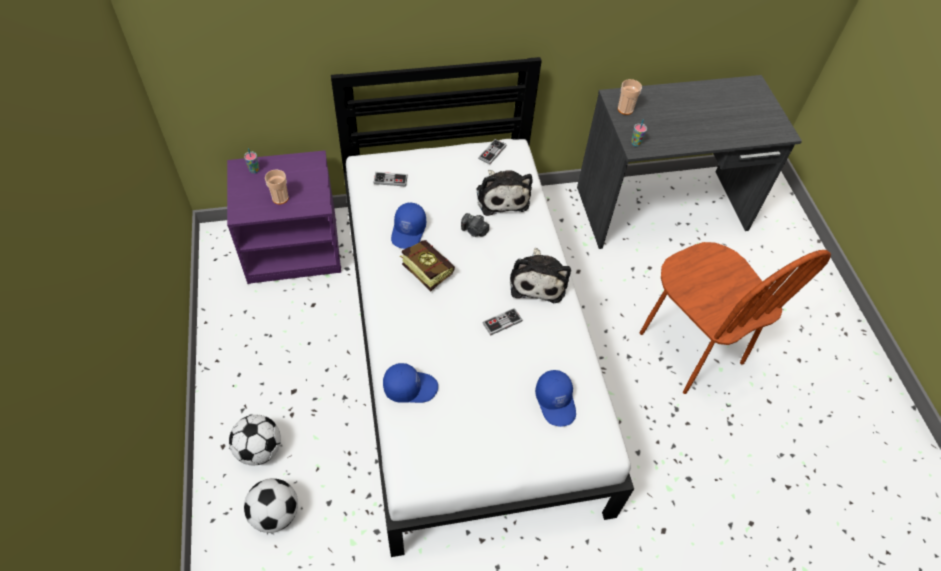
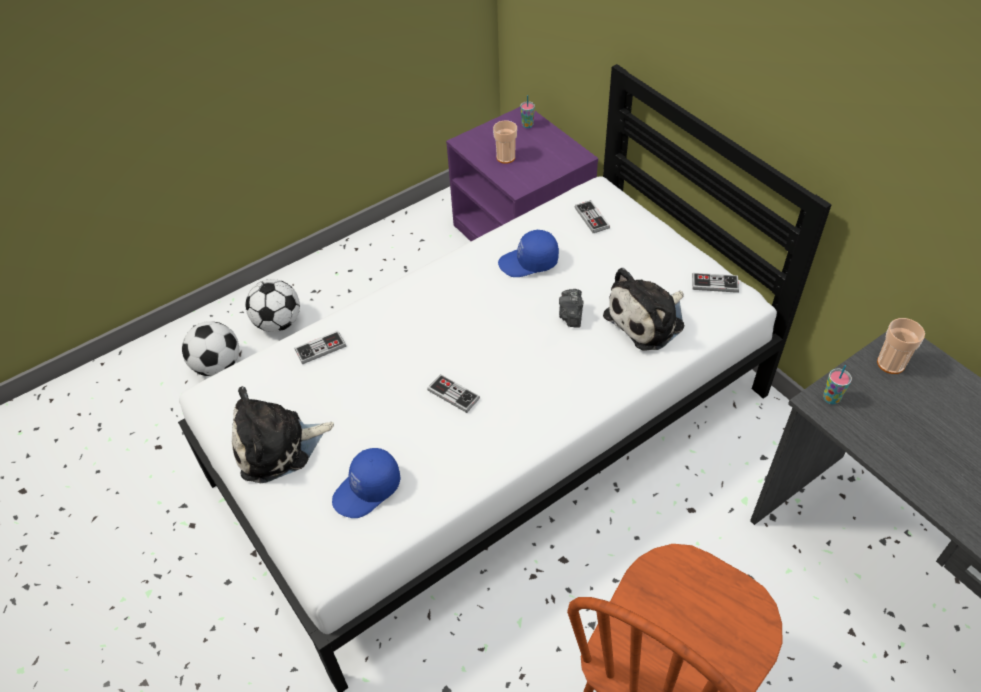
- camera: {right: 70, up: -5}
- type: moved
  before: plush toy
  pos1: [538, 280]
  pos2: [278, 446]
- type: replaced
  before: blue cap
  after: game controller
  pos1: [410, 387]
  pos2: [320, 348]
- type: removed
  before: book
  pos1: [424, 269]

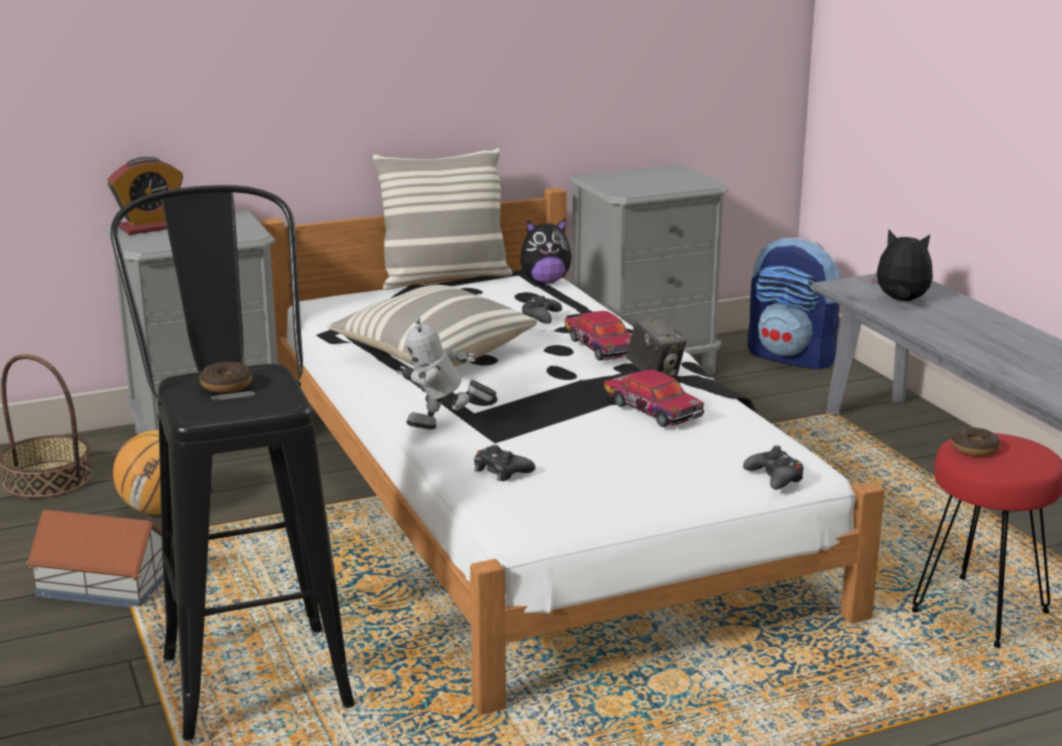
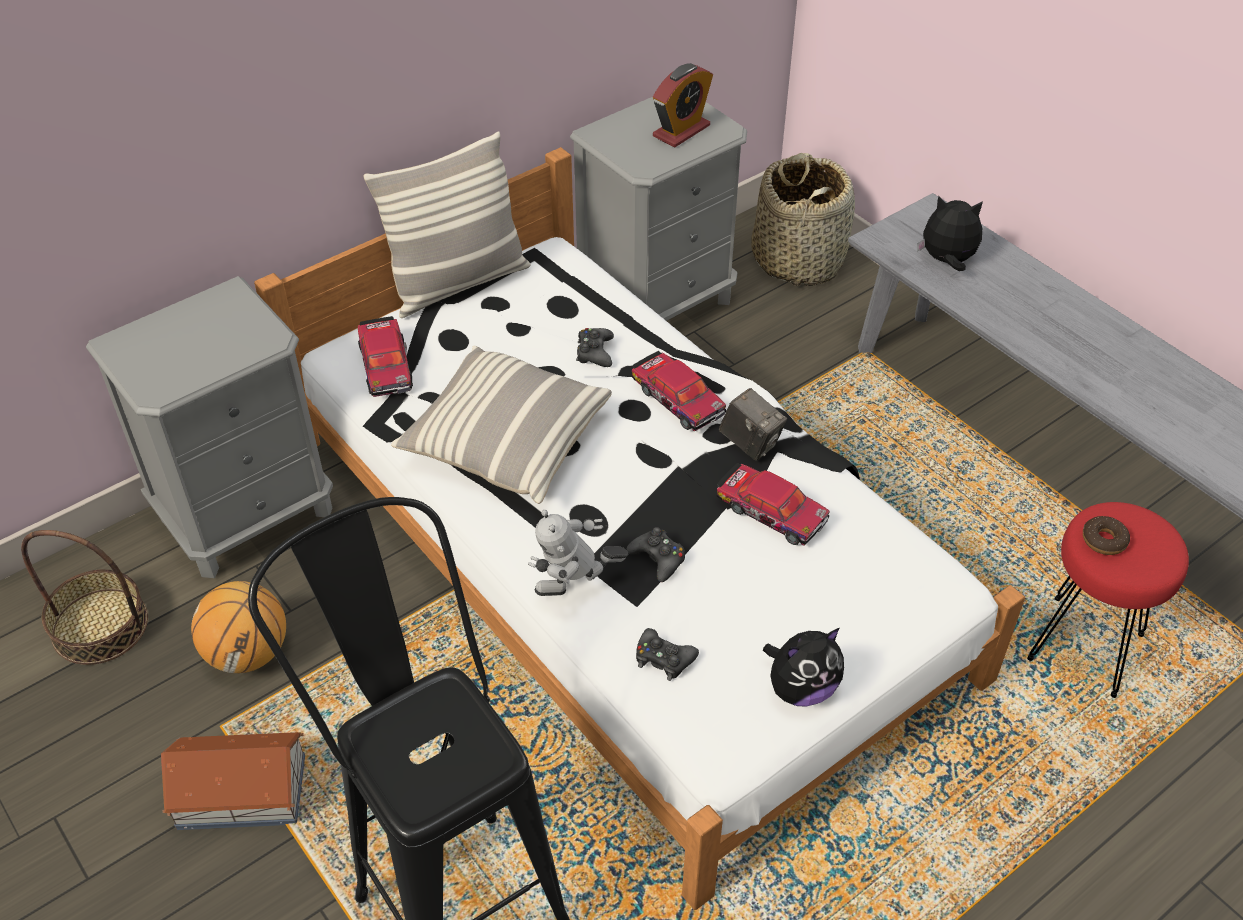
- camera: {right: -15, up: 25}
- type: added
  after: toy car
  pos2: [386, 365]
- type: moved
  before: black game controller
  pos1: [775, 477]
  pos2: [658, 559]
- type: moved
  before: alarm clock
  pos1: [150, 227]
  pos2: [681, 131]
- type: replaced
  before: backpack
  after: basket
  pos1: [793, 357]
  pos2: [798, 259]
- type: moved
  before: plush toy
  pos1: [545, 281]
  pos2: [801, 688]
- type: removed
  before: donut
  pos1: [226, 385]

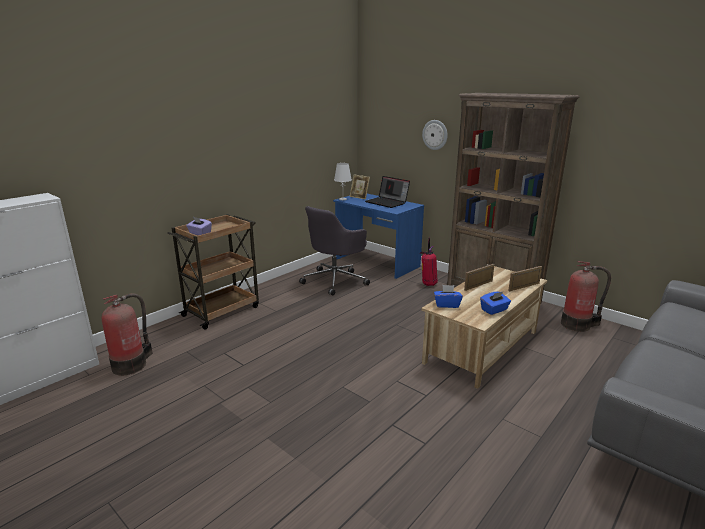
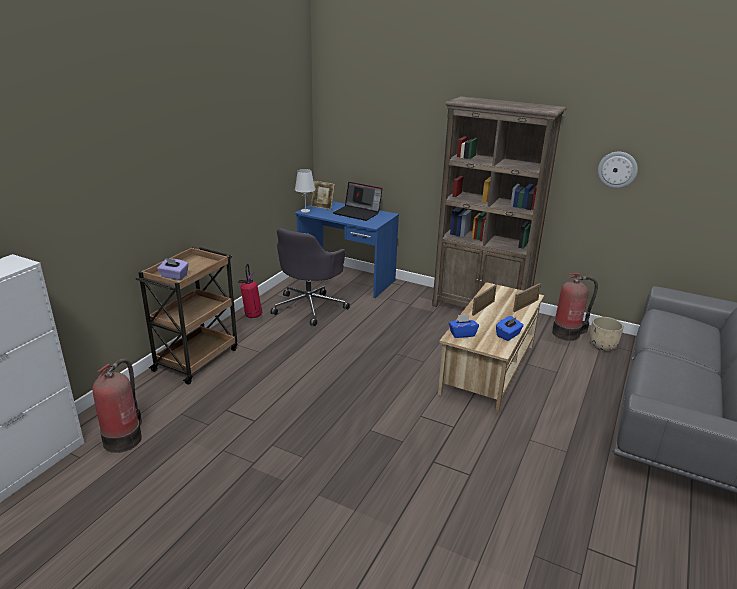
- camera: {right: -15, up: 5}
- type: moved
  before: fire extinguisher
  pos1: [428, 284]
  pos2: [252, 315]
- type: added
  after: beige planter
  pos2: [602, 345]
- type: moved
  before: wall clock
  pos1: [435, 135]
  pos2: [617, 169]

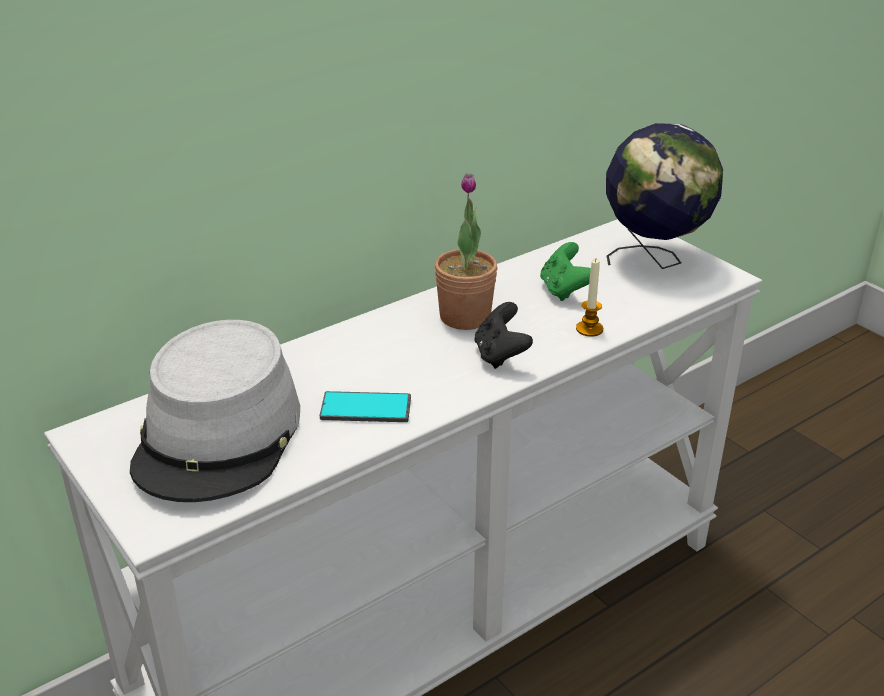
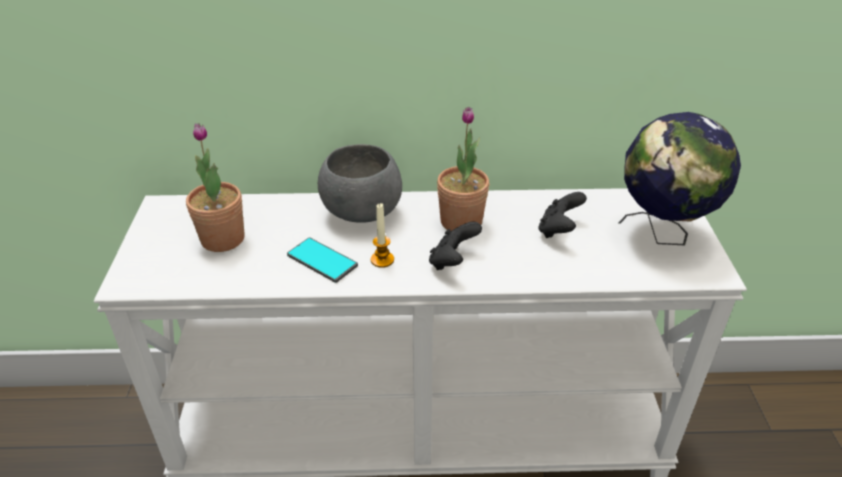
- camera: {right: 35, up: 5}
- type: replaced
  before: grey hat
  after: potted plant
  pos1: [219, 435]
  pos2: [223, 239]
- type: added
  after: grey bowl
  pos2: [362, 212]
- type: moved
  before: candle
  pos1: [589, 329]
  pos2: [382, 260]
- type: recoloured
  before: green game controller
  after: black game controller
  pos1: [564, 290]
  pos2: [558, 230]

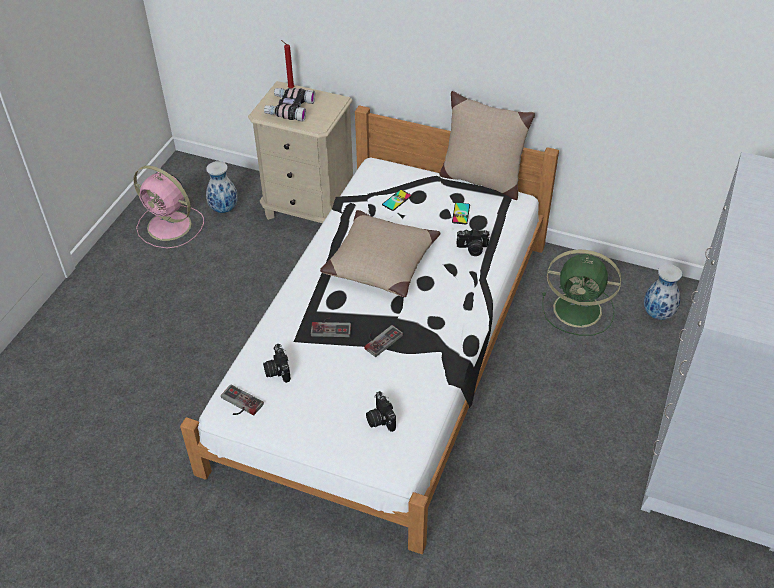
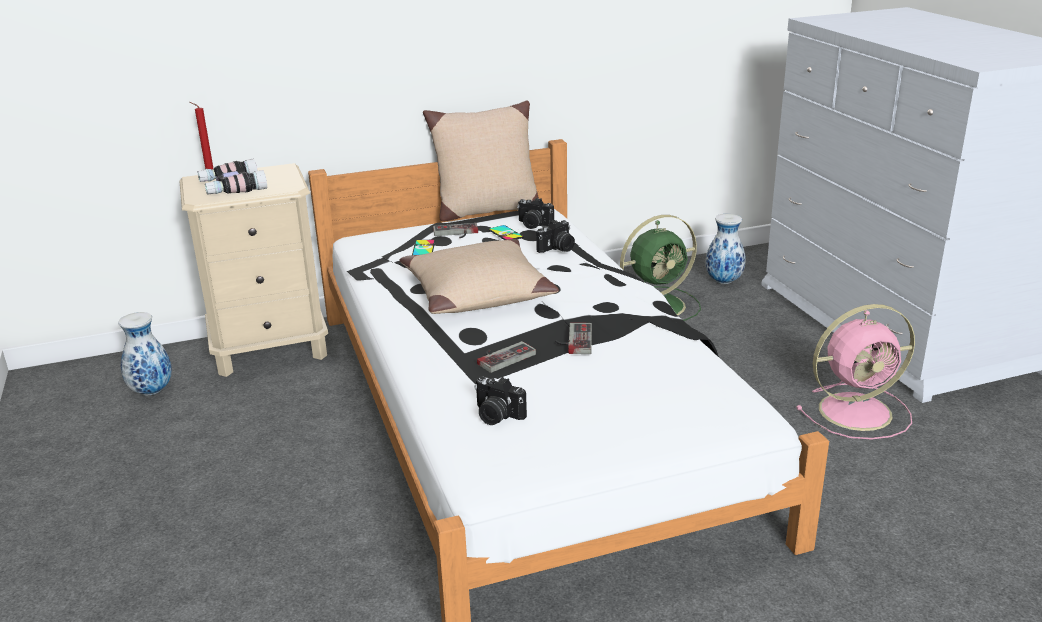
- camera: {right: -40, up: -20}
- type: moved
  before: game controller
  pos1: [239, 404]
  pos2: [456, 233]
- type: moved
  before: photo camera
  pos1: [380, 419]
  pos2: [533, 225]
- type: moved
  before: pink fan
  pos1: [171, 226]
  pos2: [858, 411]

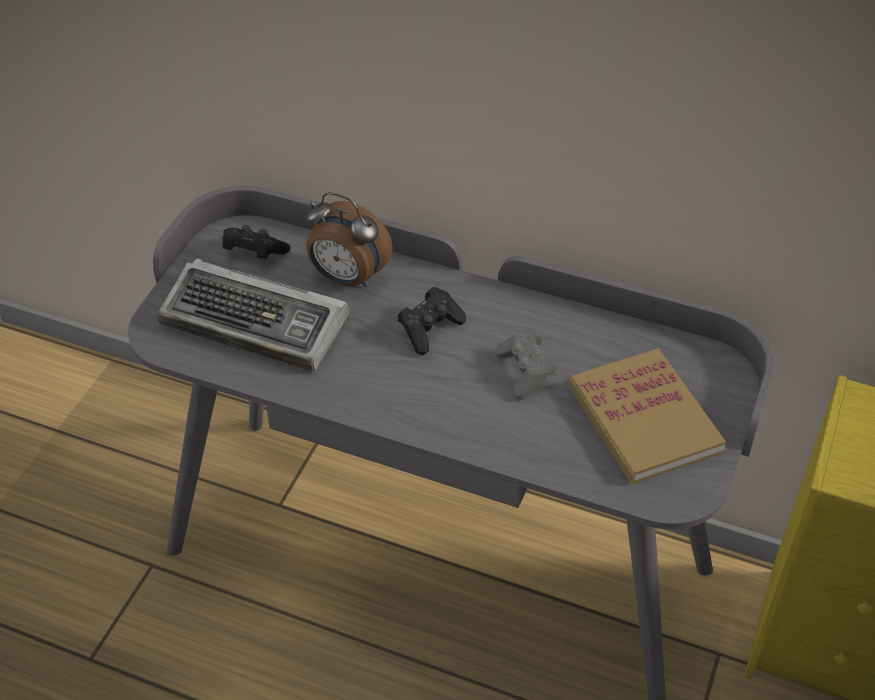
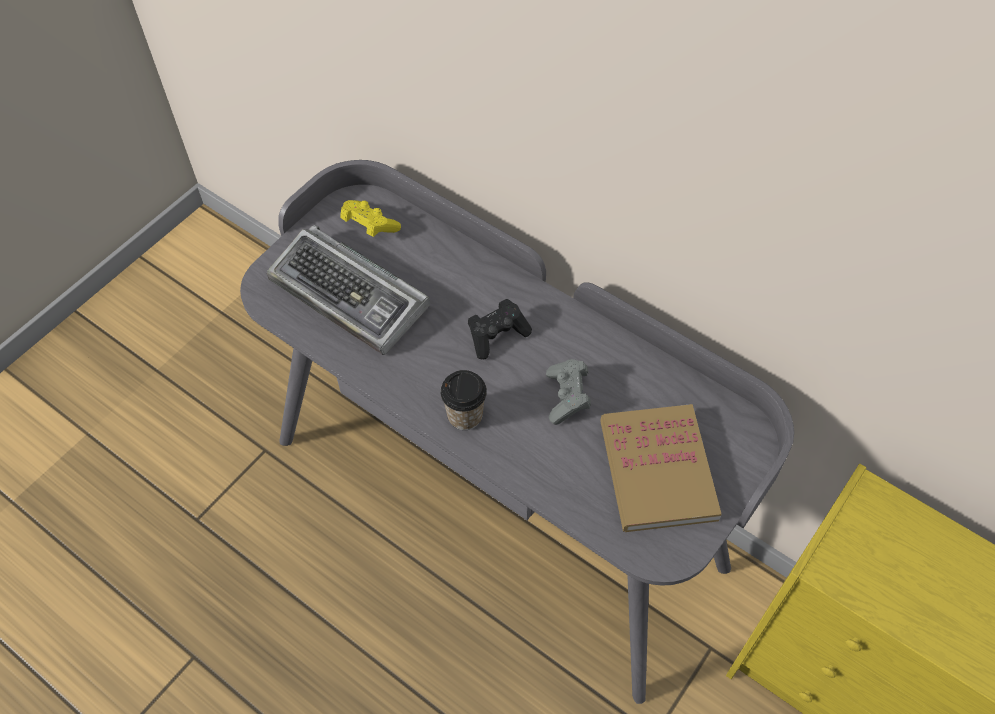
- camera: {right: 15, up: 10}
- type: recoloured
  before: black game controller
  after: yellow game controller
  pos1: [254, 254]
  pos2: [369, 226]
- type: added
  after: cup
  pos2: [465, 415]
- type: removed
  before: alarm clock
  pos1: [347, 278]

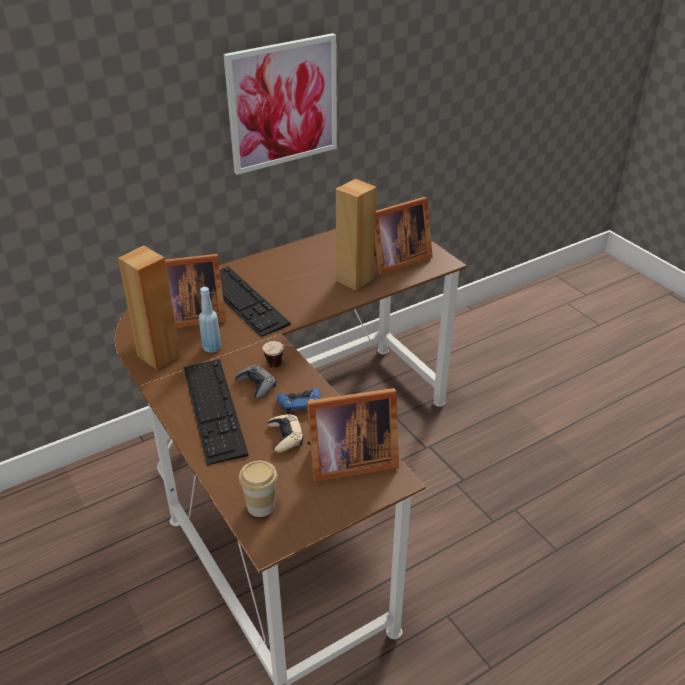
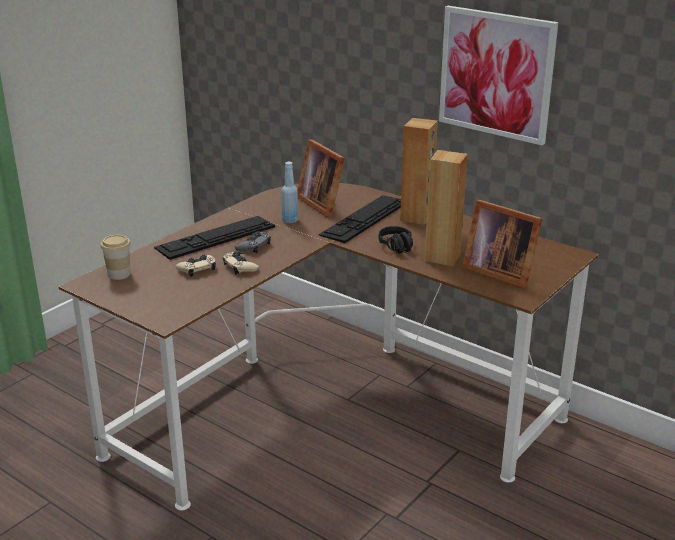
- camera: {right: 70, up: -10}
- type: recoloured
  before: blue game controller
  after: beige game controller
  pos1: [299, 403]
  pos2: [240, 266]
- type: added
  after: black headphones
  pos2: [399, 248]
- type: moved
  before: brown speaker
  pos1: [159, 356]
  pos2: [417, 217]
- type: removed
  before: cup
  pos1: [281, 366]
- type: removed
  before: picture frame
  pos1: [348, 461]

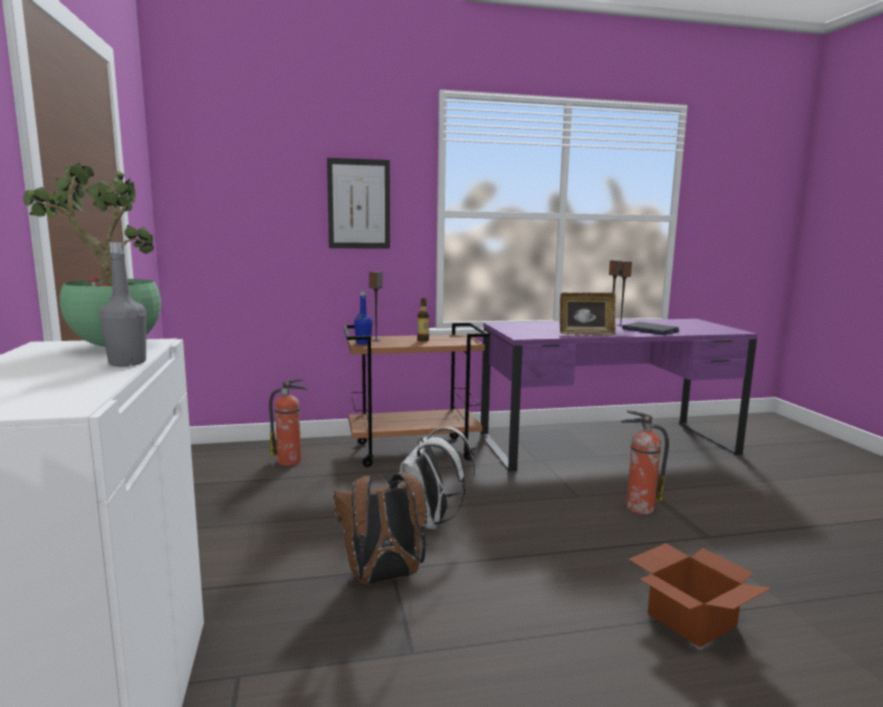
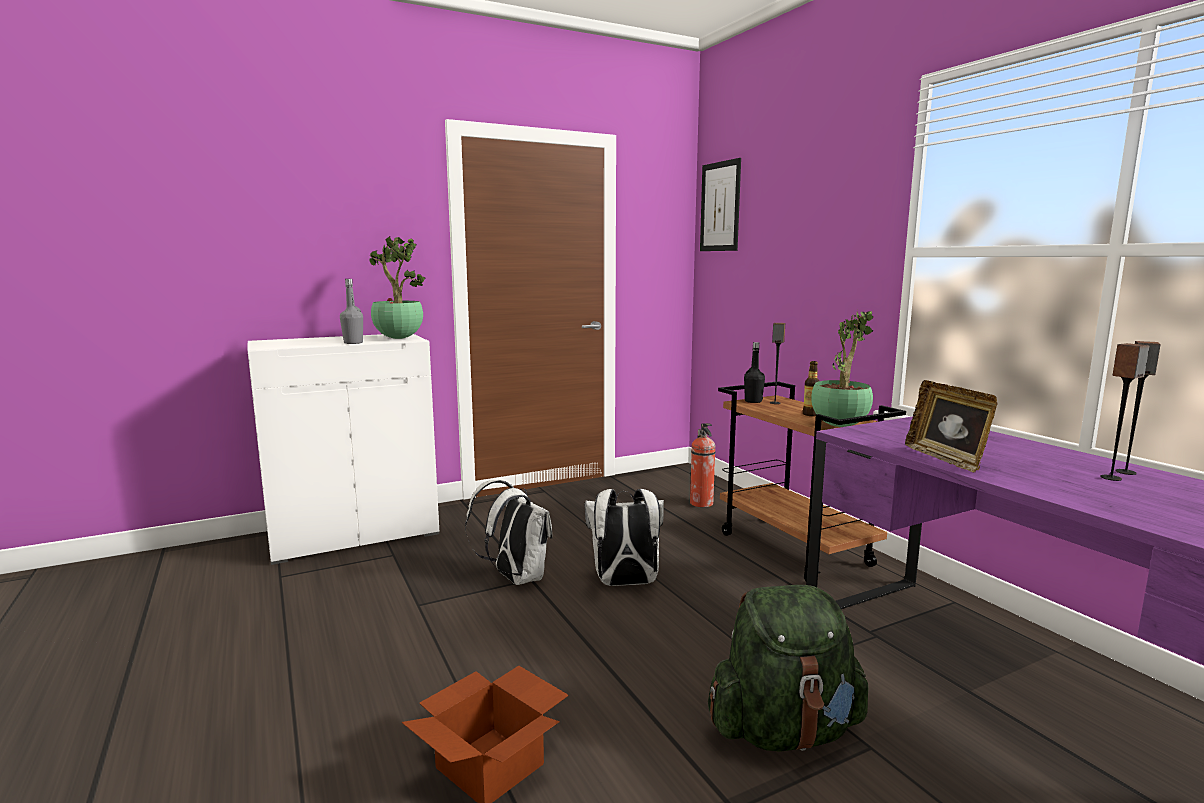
- camera: {right: 75, up: 0}
- type: recoloured
  before: brown backpack
  after: white backpack
  pos1: [383, 578]
  pos2: [515, 578]
- type: moved
  before: picture
  pos1: [359, 204]
  pos2: [720, 206]
- type: replaced
  before: fire extinguisher
  after: green backpack
  pos1: [638, 507]
  pos2: [784, 731]
- type: recoloured
  before: blue bottle
  after: black bottle
  pos1: [363, 343]
  pos2: [753, 401]
- type: added
  after: potted plant
  pos2: [840, 425]
- type: removed
  before: laptop
  pos1: [649, 330]

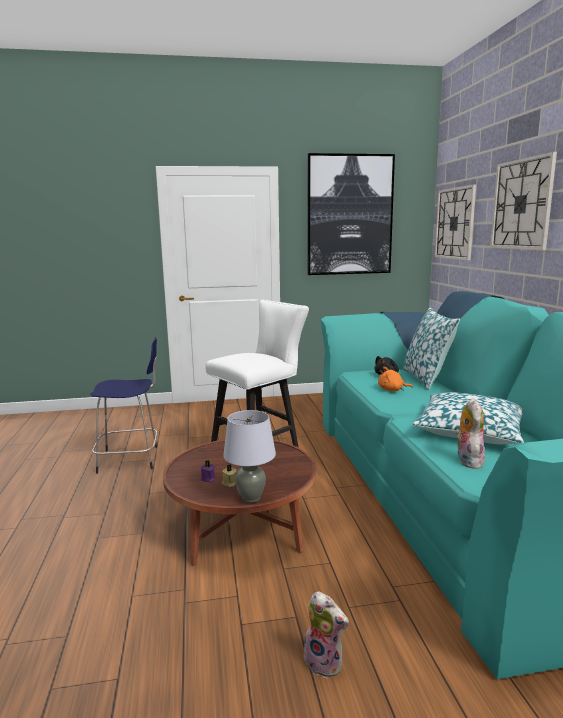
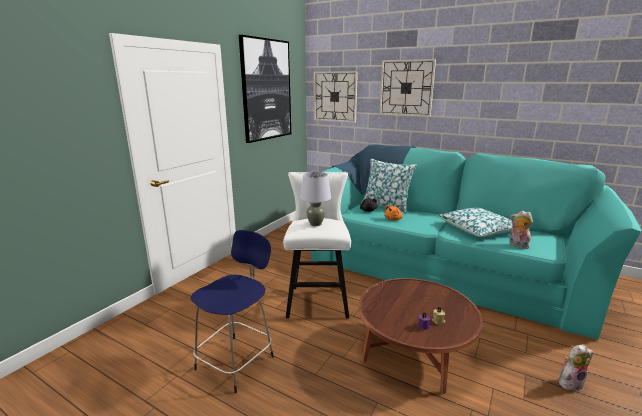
- camera: {right: -50, up: 5}
- type: moved
  before: grey table lamp
  pos1: [251, 497]
  pos2: [315, 224]

